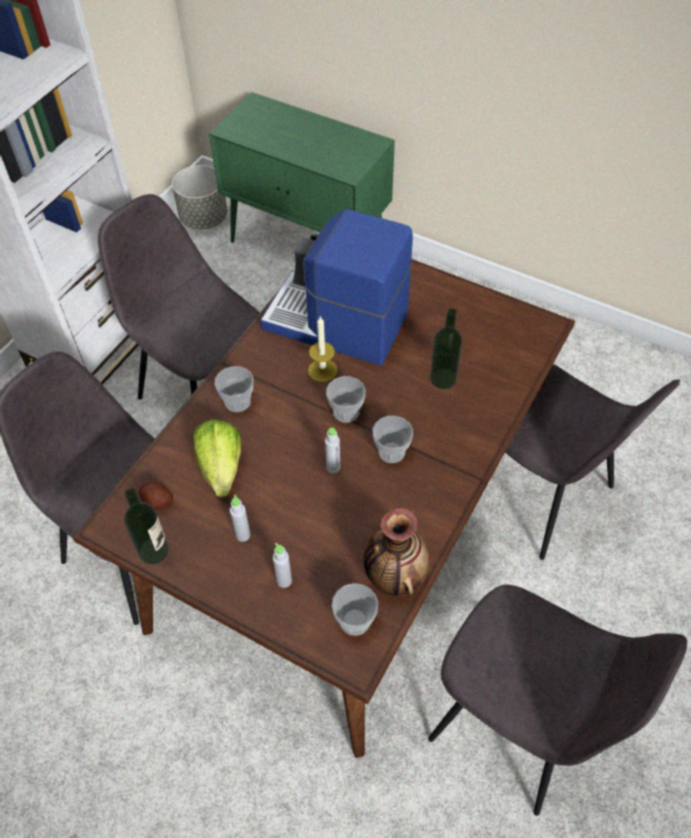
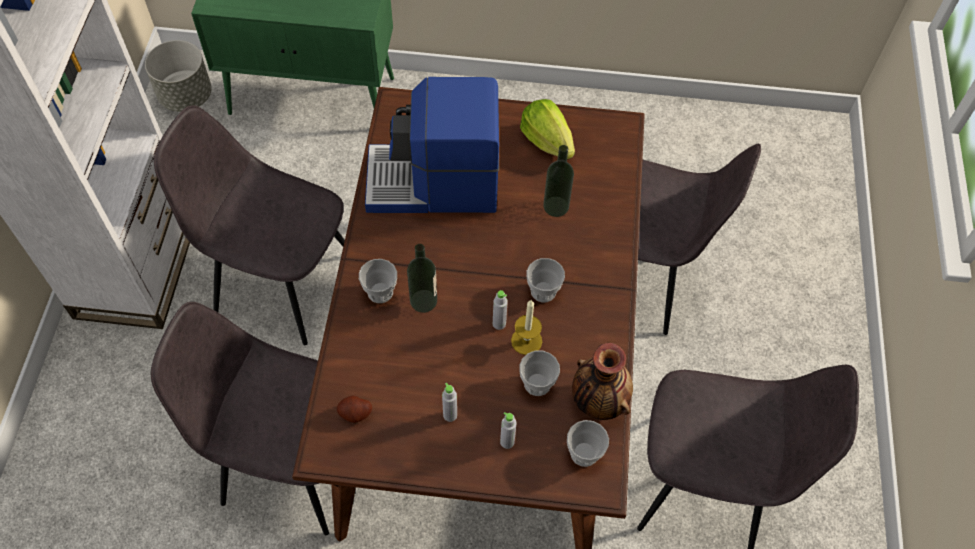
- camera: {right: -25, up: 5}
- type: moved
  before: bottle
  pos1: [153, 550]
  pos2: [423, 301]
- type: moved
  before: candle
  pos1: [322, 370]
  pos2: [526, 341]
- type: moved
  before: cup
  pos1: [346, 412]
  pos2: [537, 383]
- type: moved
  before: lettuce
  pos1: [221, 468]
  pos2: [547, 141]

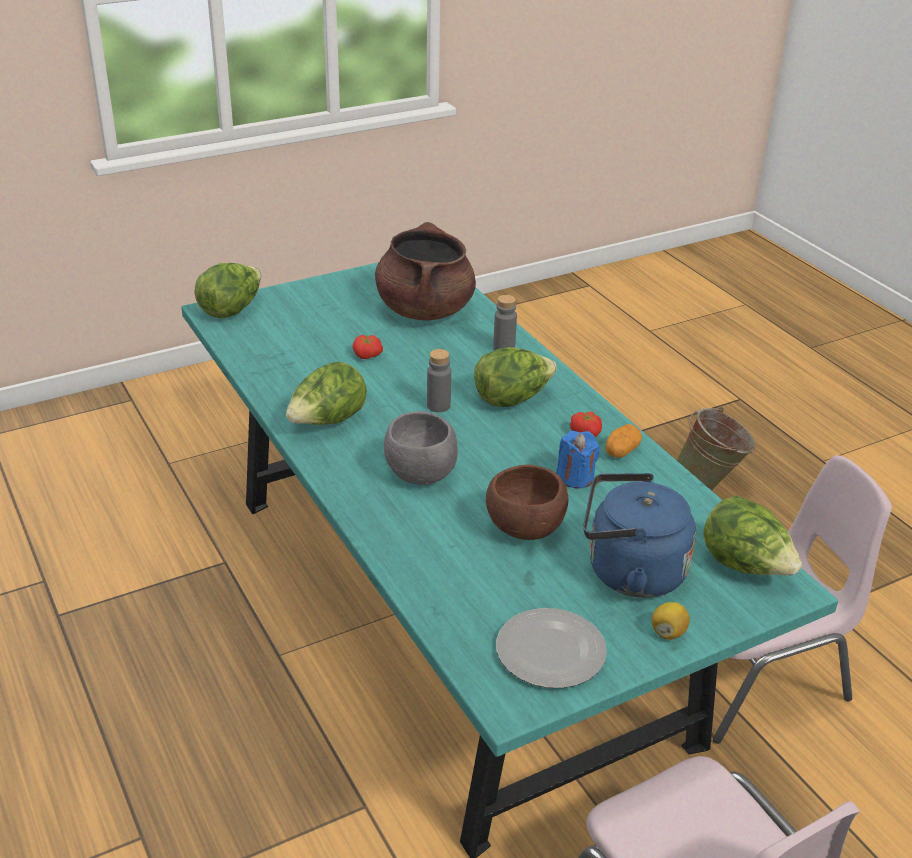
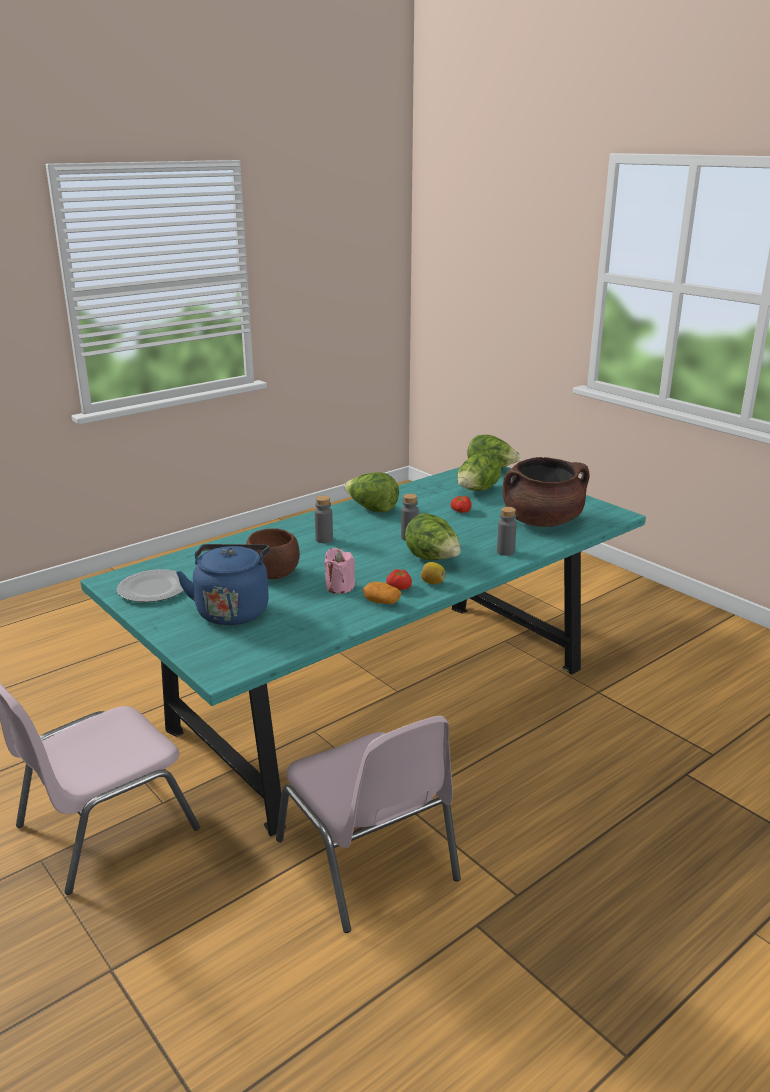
- camera: {right: 80, up: -10}
- type: replaced
  before: grey bowl
  after: grey bottle
  pos1: [421, 475]
  pos2: [324, 539]
- type: recoloured
  before: blue candle
  after: pink candle
  pos1: [575, 477]
  pos2: [339, 587]
- type: moved
  before: lemon
  pos1: [668, 632]
  pos2: [432, 583]
- type: moved
  before: lettuce
  pos1: [745, 566]
  pos2: [477, 491]
- type: removed
  before: green bucket
  pos1: [709, 486]

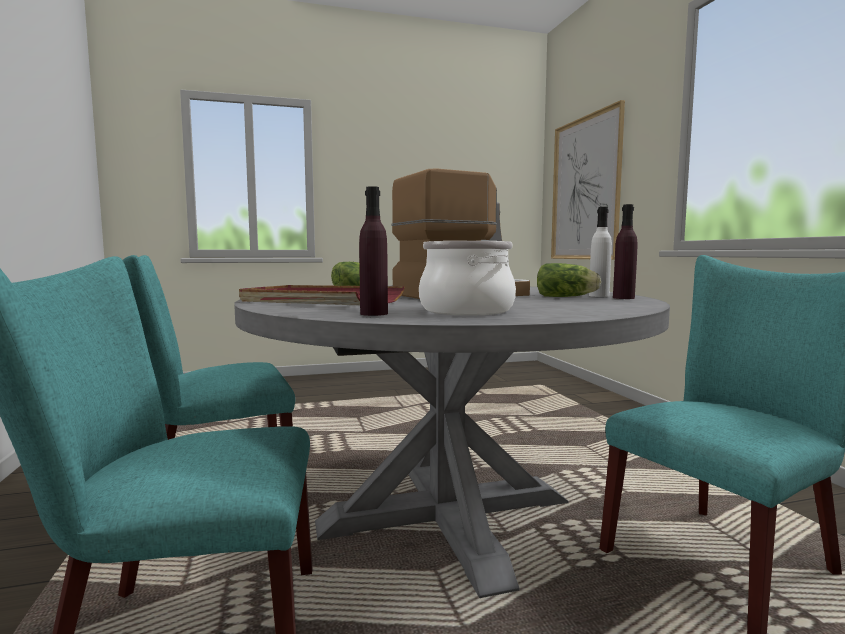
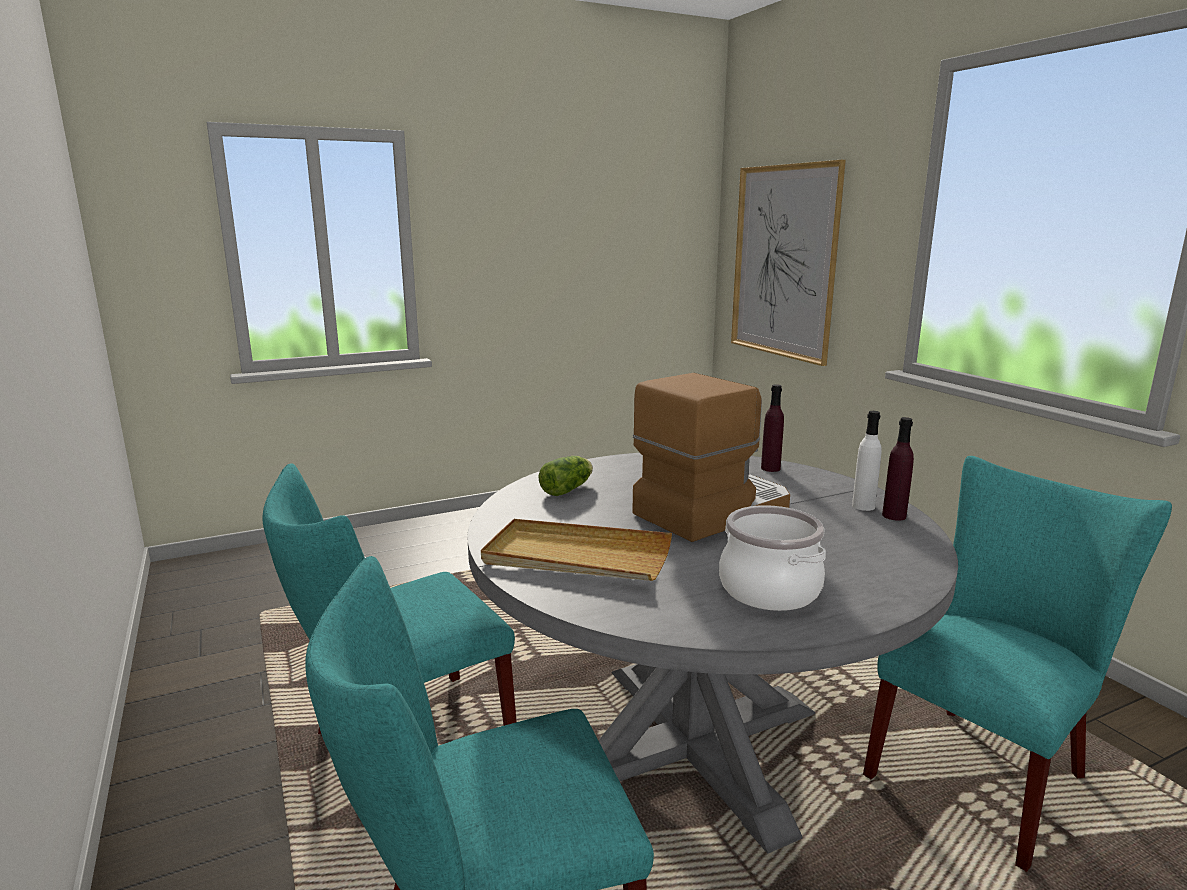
- camera: {right: -10, up: 10}
- type: recoloured
  before: red tray
  after: beige tray
  pos1: [319, 301]
  pos2: [576, 557]
- type: moved
  before: purple bottle
  pos1: [374, 314]
  pos2: [770, 468]
- type: removed
  before: lettuce
  pos1: [567, 297]

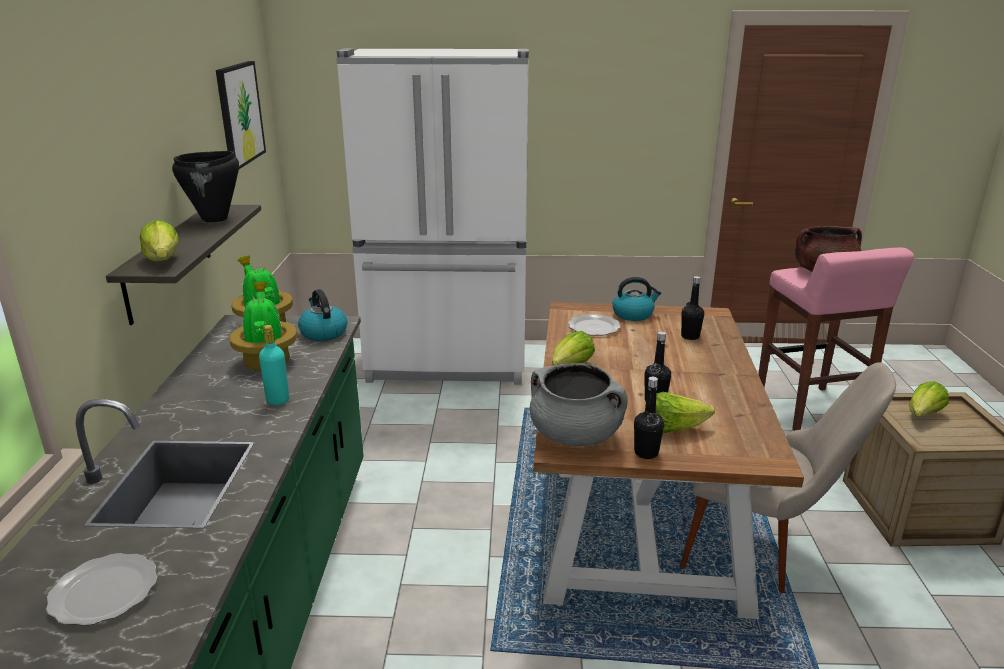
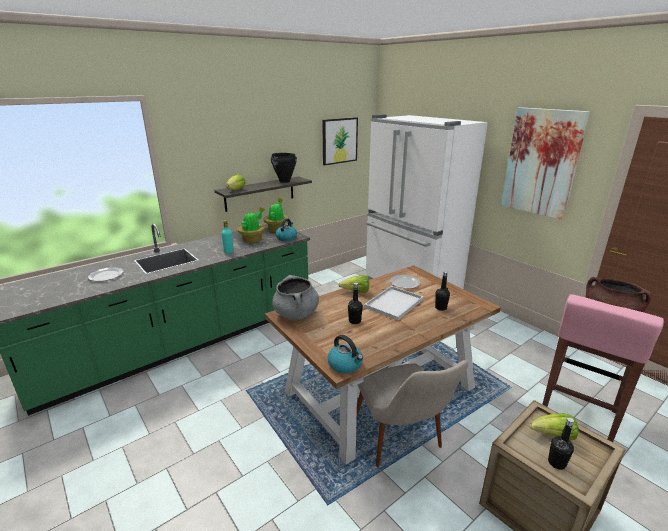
- camera: {right: 50, up: 0}
- type: moved
  before: kettle
  pos1: [633, 314]
  pos2: [345, 365]
- type: added
  after: white tray
  pos2: [394, 304]
- type: added
  after: picture
  pos2: [541, 163]
- type: moved
  before: black bottle
  pos1: [646, 453]
  pos2: [556, 463]
- type: removed
  before: lettuce
  pos1: [674, 428]

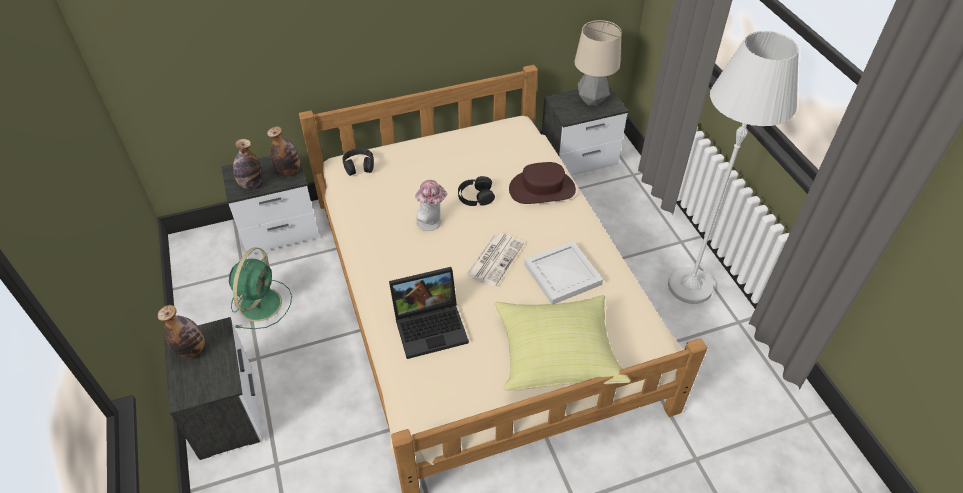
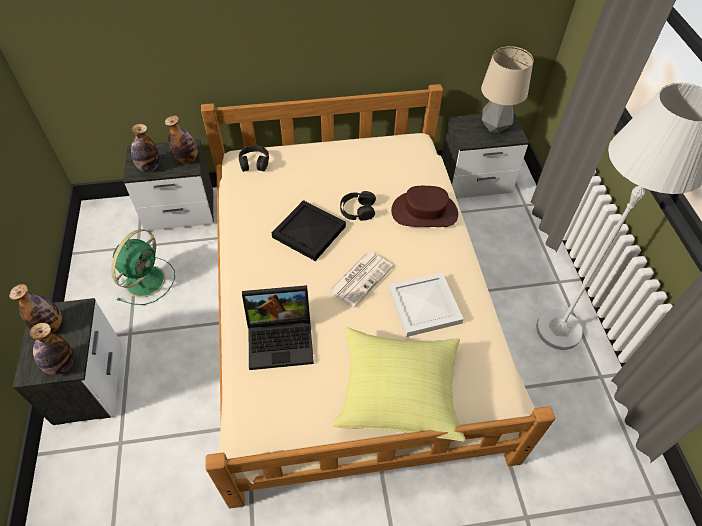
- camera: {right: 10, up: 5}
- type: added
  after: bottle
  pos2: [61, 365]
- type: replaced
  before: hat
  after: black tray
  pos1: [432, 223]
  pos2: [309, 231]

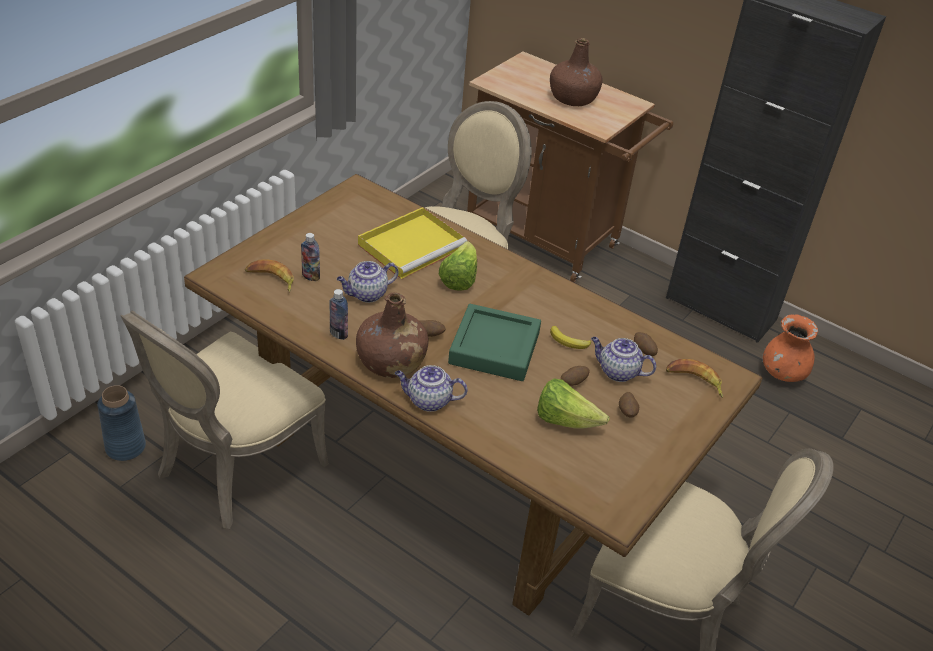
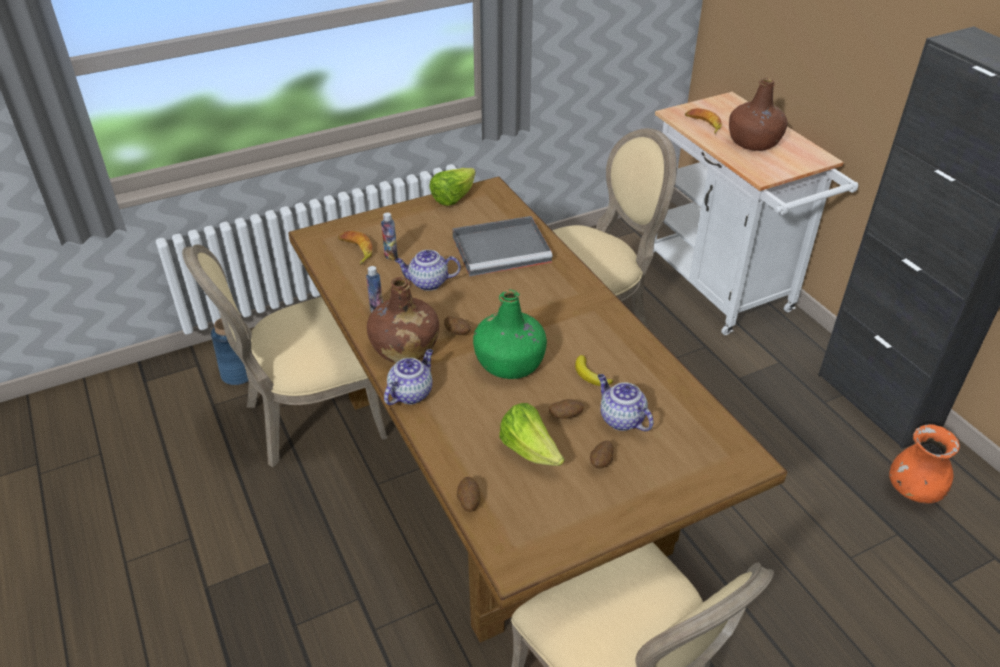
- camera: {right: 30, up: 0}
- type: turned
  before: teapot
  pos1: [428, 401]
  pos2: [411, 393]
  turn: 90
- type: moved
  before: lettuce
  pos1: [459, 279]
  pos2: [453, 198]
- type: recoloured
  before: yellow tray
  after: grey tray
  pos1: [413, 245]
  pos2: [503, 249]
- type: moved
  before: potato
  pos1: [643, 351]
  pos2: [468, 502]
- type: replaced
  before: green tray
  after: green bottle
  pos1: [494, 348]
  pos2: [510, 361]
- type: recoloured
  before: brown cart
  after: white cart
  pos1: [549, 241]
  pos2: [723, 290]
- type: moved
  before: banana
  pos1: [694, 381]
  pos2: [703, 124]

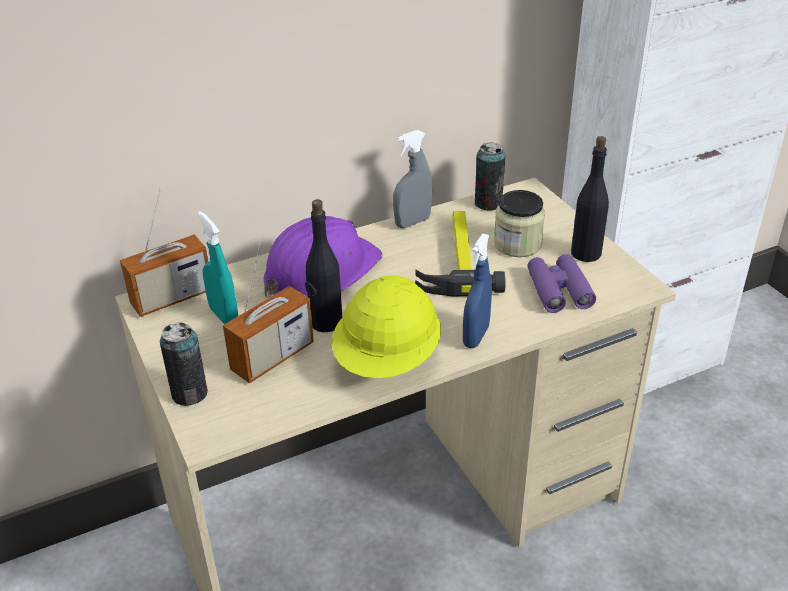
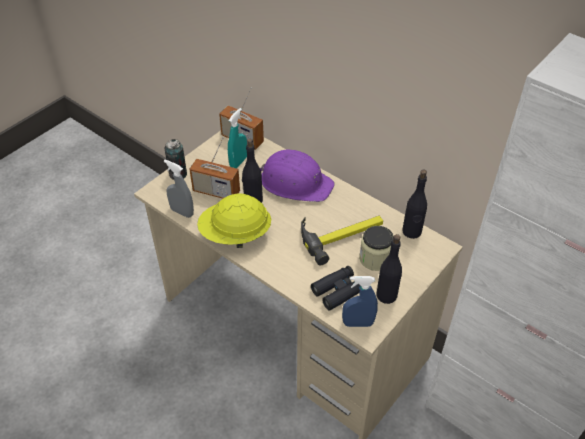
- camera: {right: 65, up: 10}
- type: moved
  before: grey spray bottle
  pos1: [412, 222]
  pos2: [182, 212]
- type: recoloured
  before: purple binoculars
  after: black binoculars
  pos1: [559, 290]
  pos2: [338, 291]
- type: moved
  before: blue spray bottle
  pos1: [476, 336]
  pos2: [358, 323]
- type: replaced
  before: can
  after: black bottle
  pos1: [488, 203]
  pos2: [411, 232]

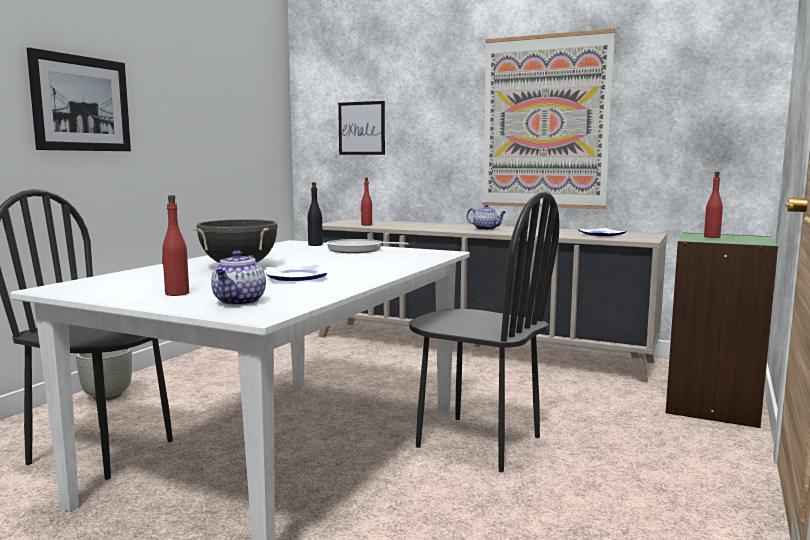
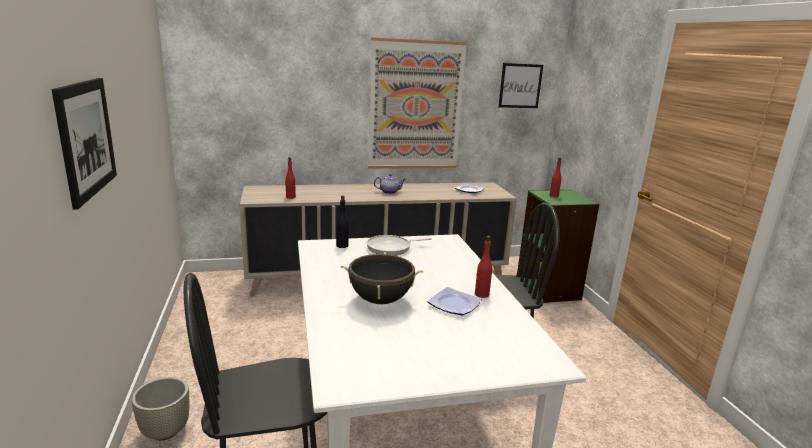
- camera: {right: -40, up: 10}
- type: moved
  before: red bottle
  pos1: [176, 293]
  pos2: [481, 294]
- type: moved
  before: picture
  pos1: [361, 128]
  pos2: [520, 86]
- type: removed
  before: teapot
  pos1: [239, 302]

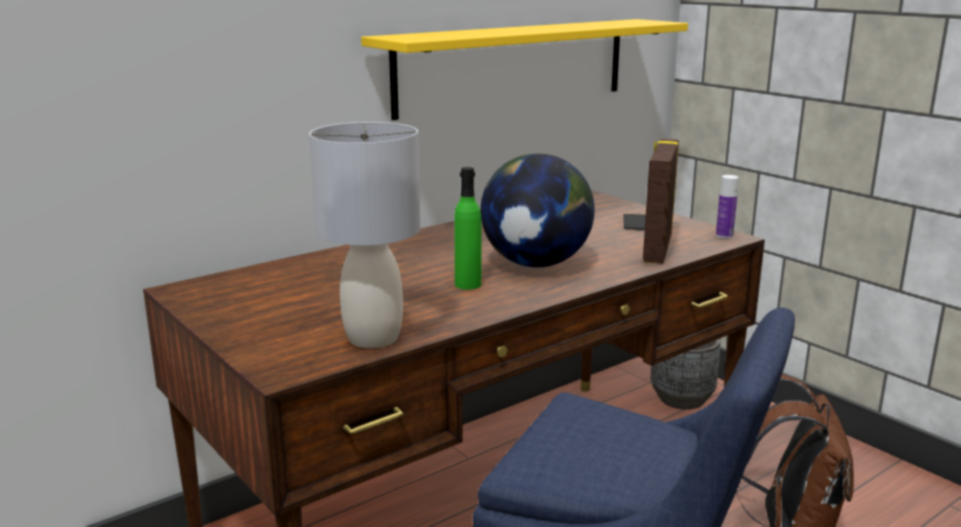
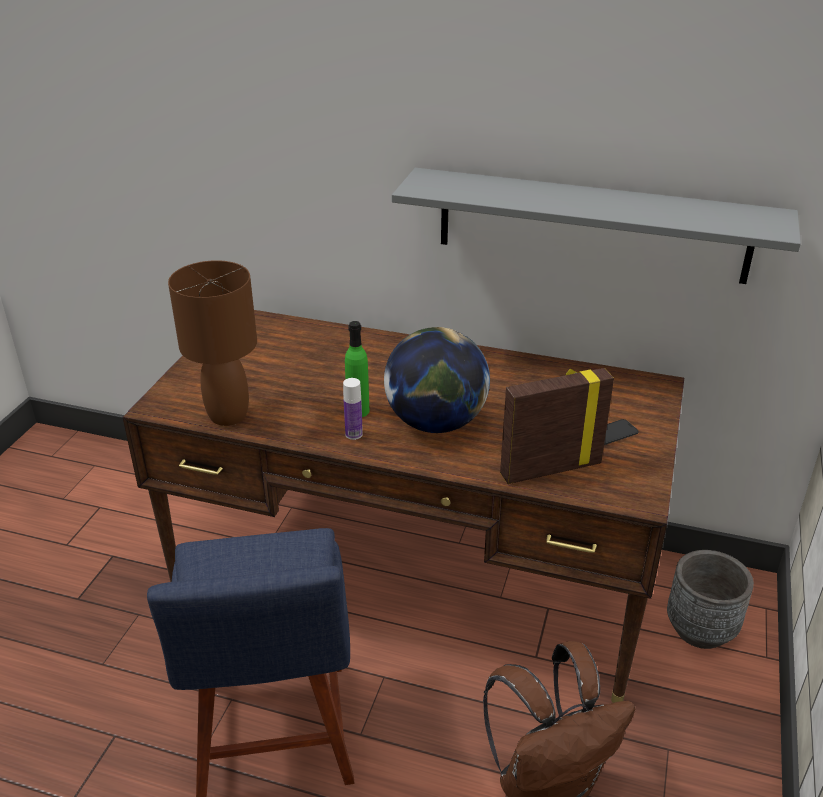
- camera: {right: 55, up: 15}
- type: recoloured
  before: grey table lamp
  after: brown table lamp
  pos1: [374, 338]
  pos2: [228, 416]
- type: moved
  before: bottle
  pos1: [724, 235]
  pos2: [354, 434]
- type: recoloured
  before: yellow shelf
  after: grey shelf
  pos1: [514, 65]
  pos2: [592, 225]

